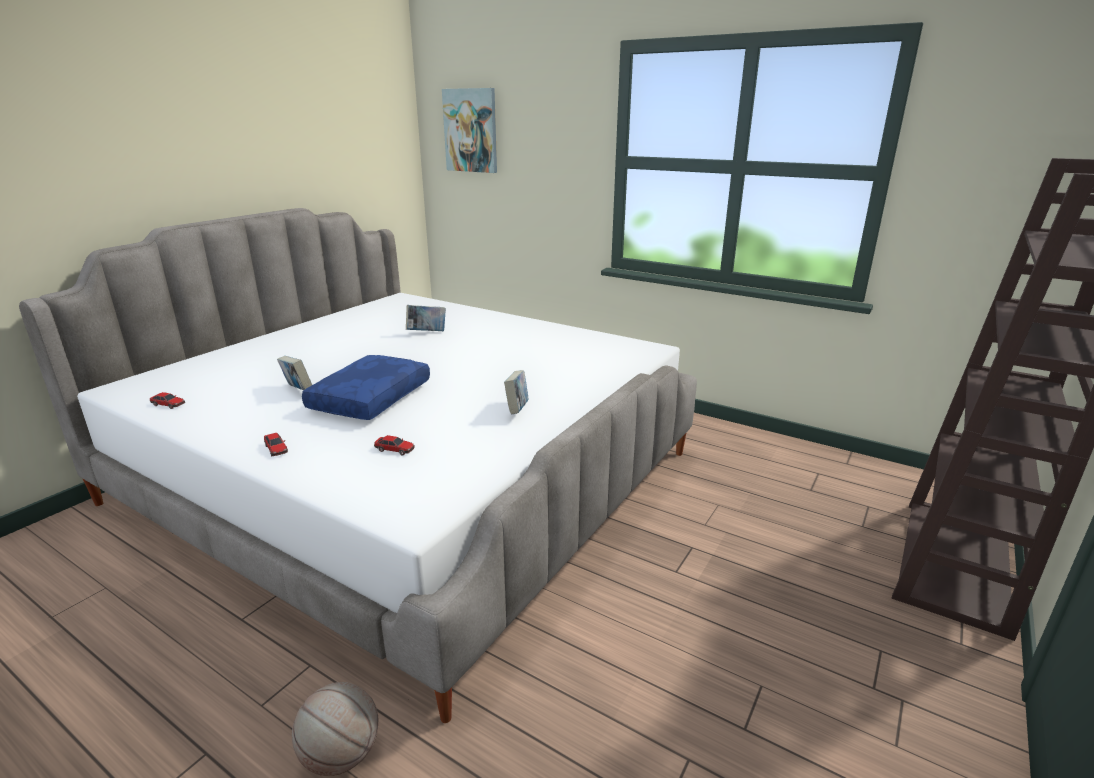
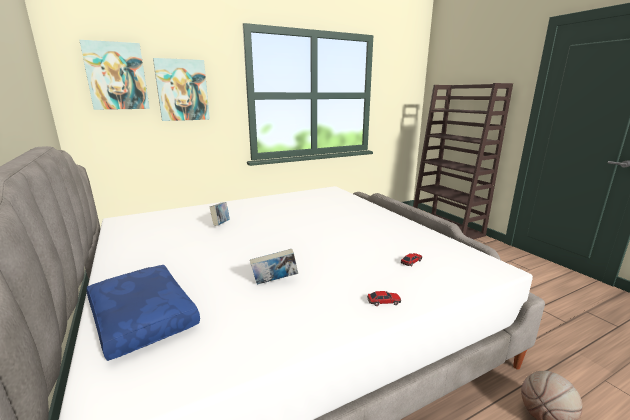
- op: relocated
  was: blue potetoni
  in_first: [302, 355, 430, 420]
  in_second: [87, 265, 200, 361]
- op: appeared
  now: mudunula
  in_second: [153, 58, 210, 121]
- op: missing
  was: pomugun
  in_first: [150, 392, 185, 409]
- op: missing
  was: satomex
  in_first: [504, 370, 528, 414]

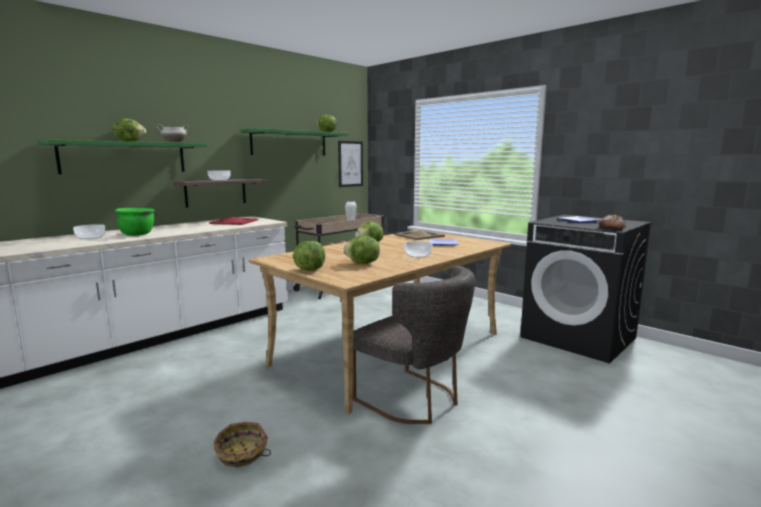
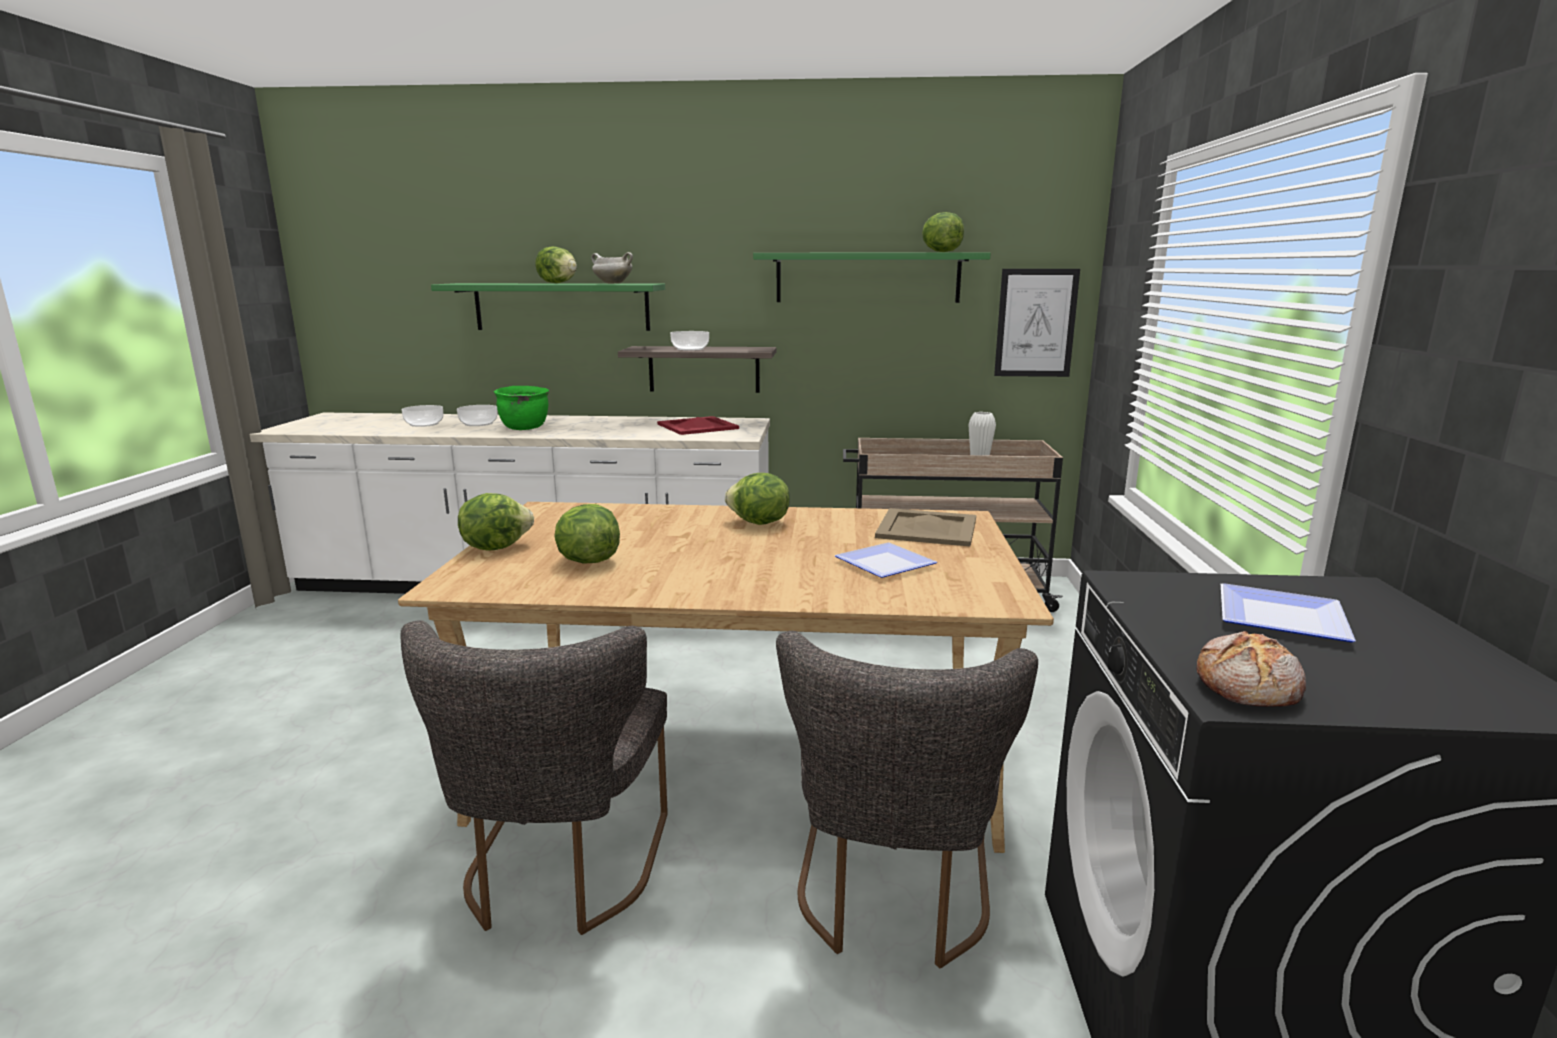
- op: relocated
  was: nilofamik
  in_first: [404, 241, 433, 258]
  in_second: [402, 405, 443, 427]
- op: appeared
  now: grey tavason
  in_second: [776, 631, 1038, 969]
- op: missing
  was: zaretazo
  in_first: [214, 422, 271, 467]

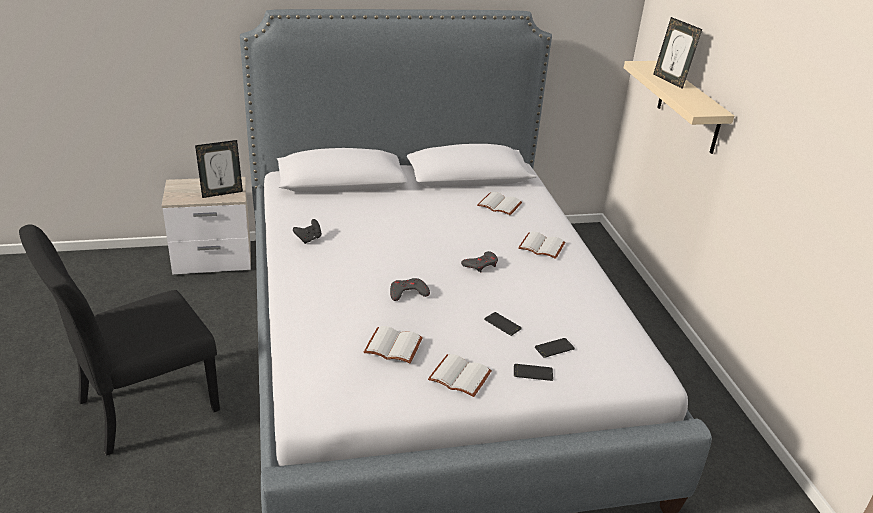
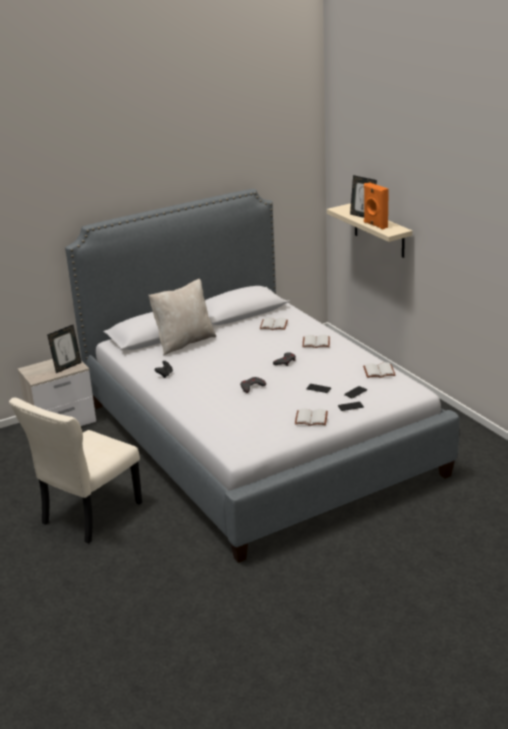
- op: colour
  was: black tavason
  now: beige tavason
  in_first: [19, 224, 220, 456]
  in_second: [9, 398, 142, 544]
- op: appeared
  now: beige potetoni
  in_second: [148, 279, 216, 355]
- op: relocated
  was: white satomex
  in_first: [364, 326, 423, 363]
  in_second: [363, 362, 396, 378]
- op: appeared
  now: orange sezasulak
  in_second: [364, 182, 389, 229]

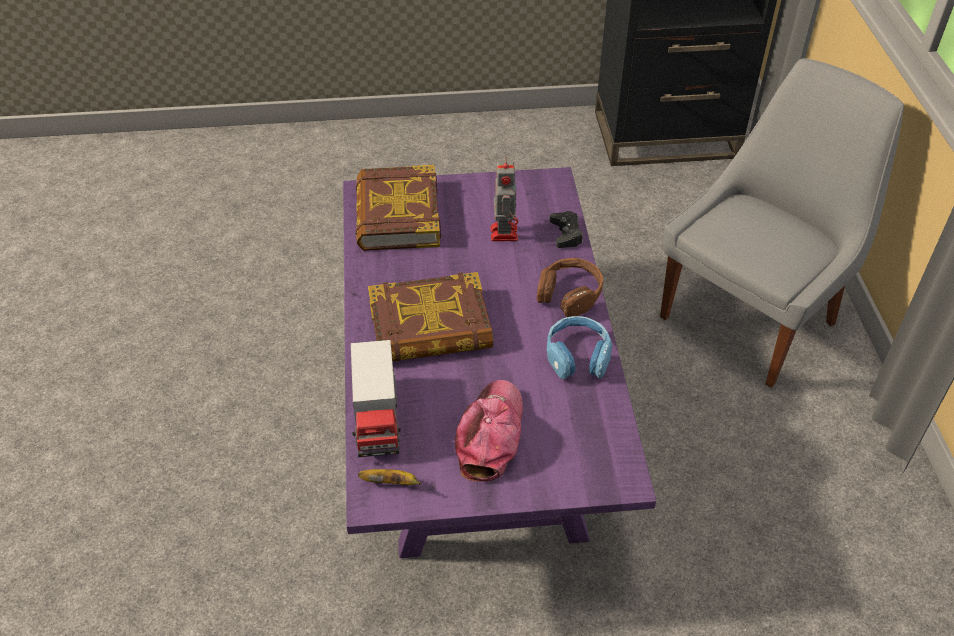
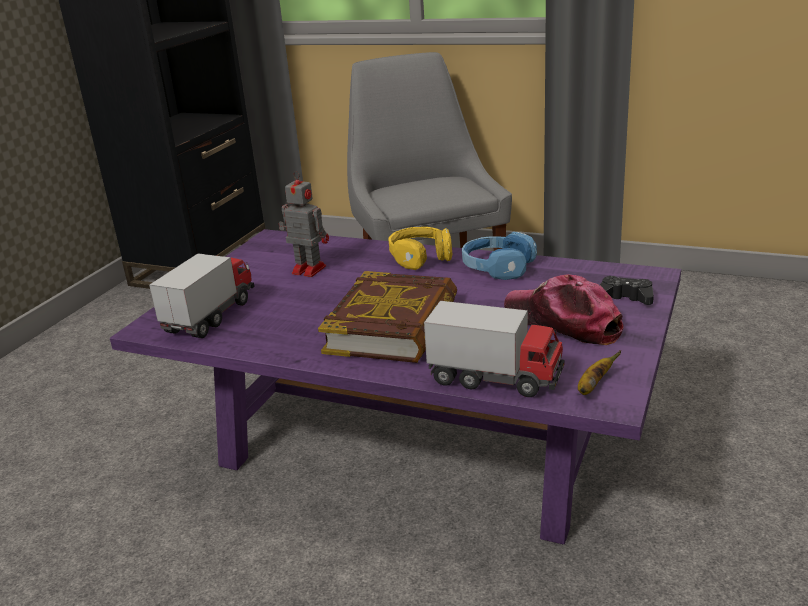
- op: exchanged
  was: satomex
  now: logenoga
  in_first: [356, 165, 441, 251]
  in_second: [149, 253, 255, 338]
- op: colour
  was: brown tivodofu
  now: yellow tivodofu
  in_first: [537, 258, 603, 317]
  in_second: [388, 227, 453, 270]
- op: relocated
  was: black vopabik
  in_first: [549, 211, 583, 248]
  in_second: [600, 276, 654, 305]

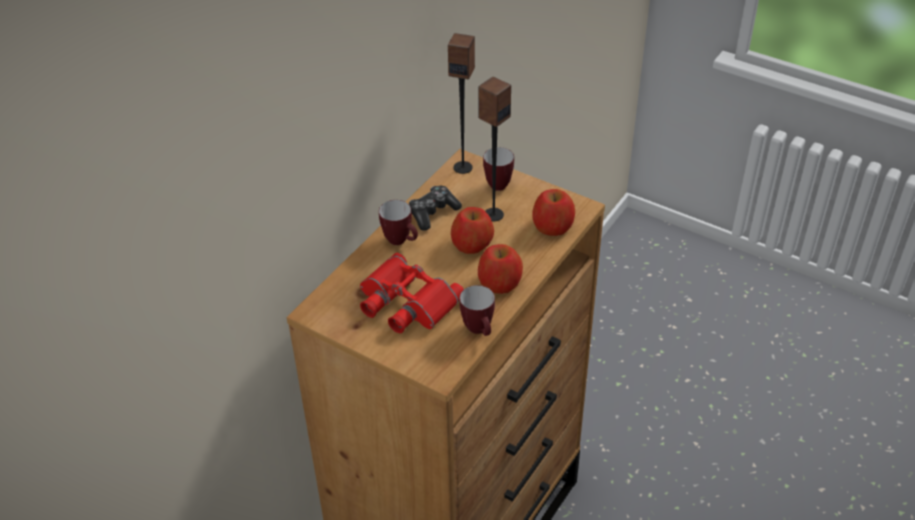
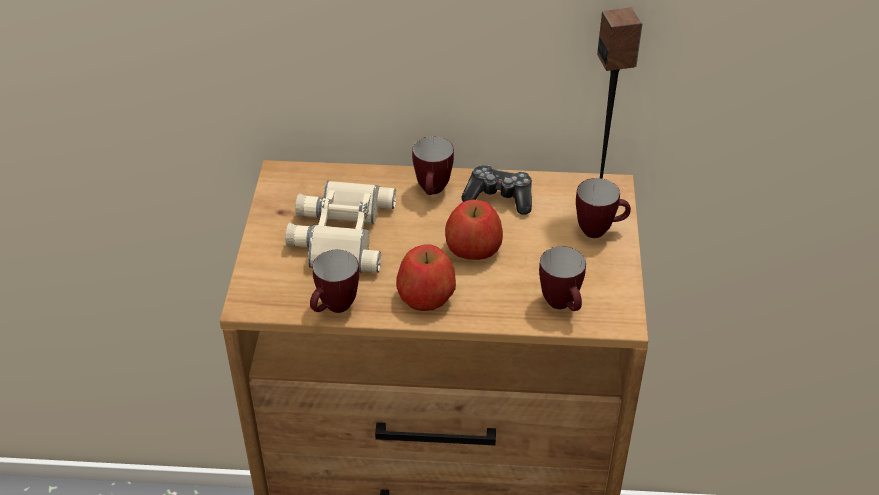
- op: colour
  was: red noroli
  now: beige noroli
  in_first: [360, 253, 464, 333]
  in_second: [285, 181, 396, 273]
- op: exchanged
  was: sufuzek
  now: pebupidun
  in_first: [532, 189, 575, 236]
  in_second: [539, 246, 586, 311]
- op: missing
  was: sezasulak
  in_first: [478, 76, 511, 222]

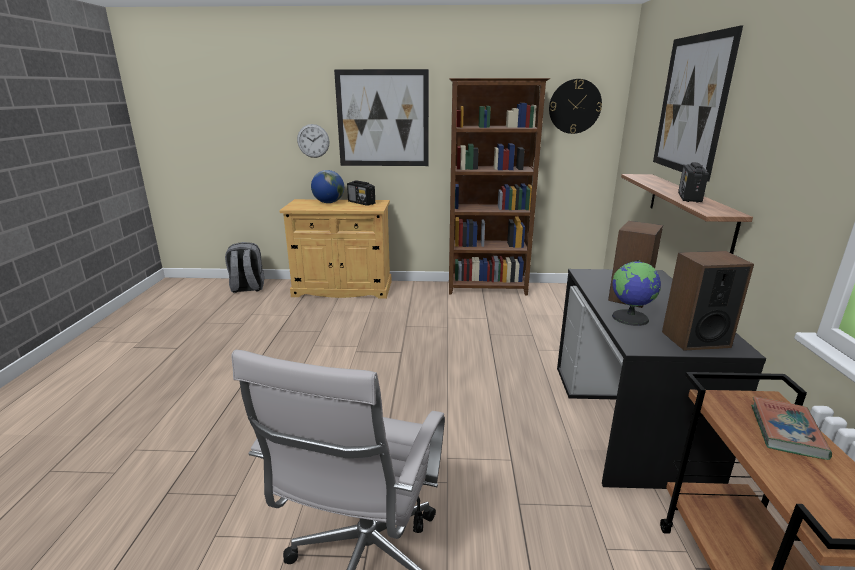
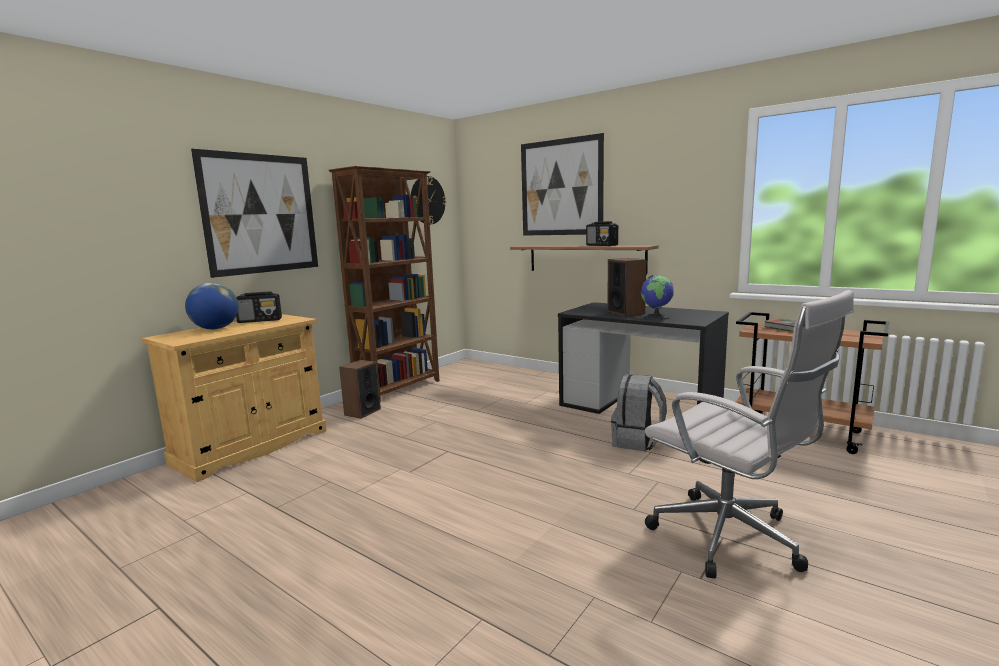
- op: relocated
  was: sezasulak
  in_first: [662, 251, 754, 351]
  in_second: [339, 360, 381, 419]
- op: relocated
  was: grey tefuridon
  in_first: [225, 242, 264, 293]
  in_second: [611, 374, 667, 451]
- op: missing
  was: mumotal
  in_first: [297, 124, 330, 158]

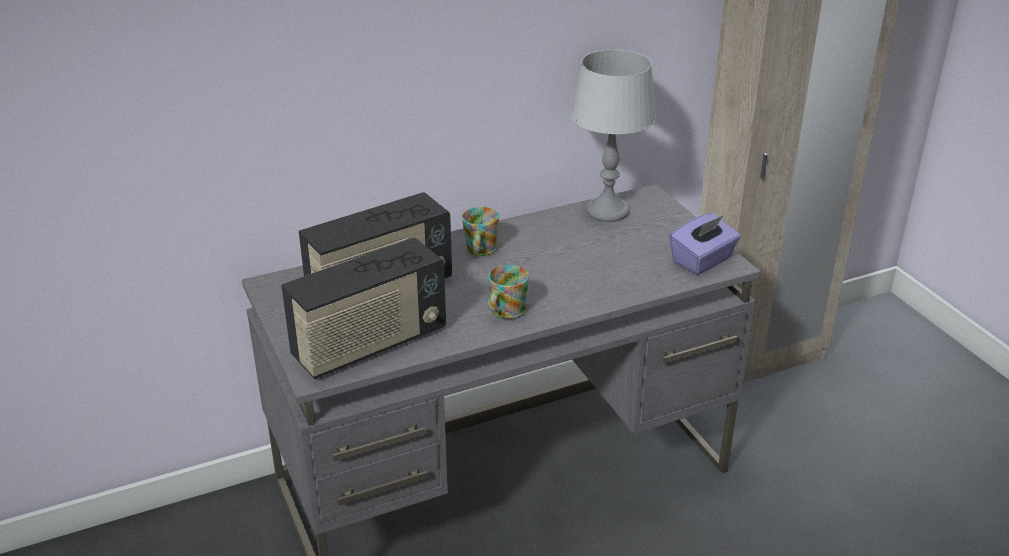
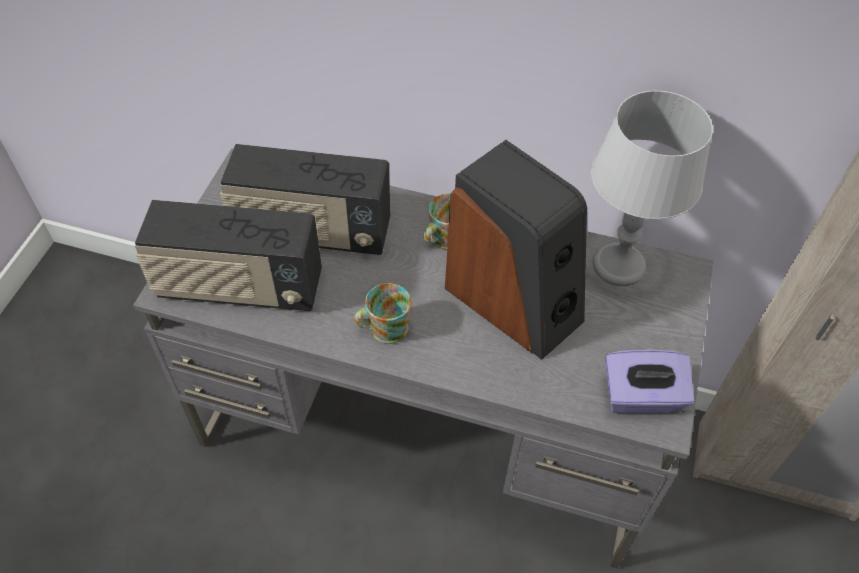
- op: appeared
  now: sezasulak
  in_second: [445, 140, 587, 360]

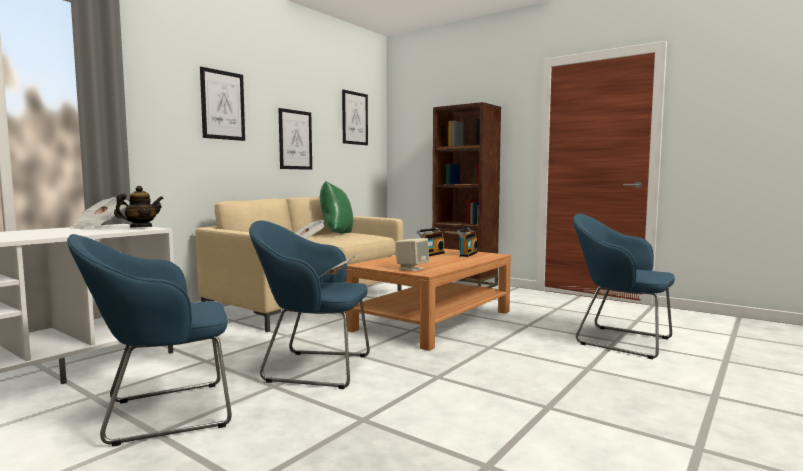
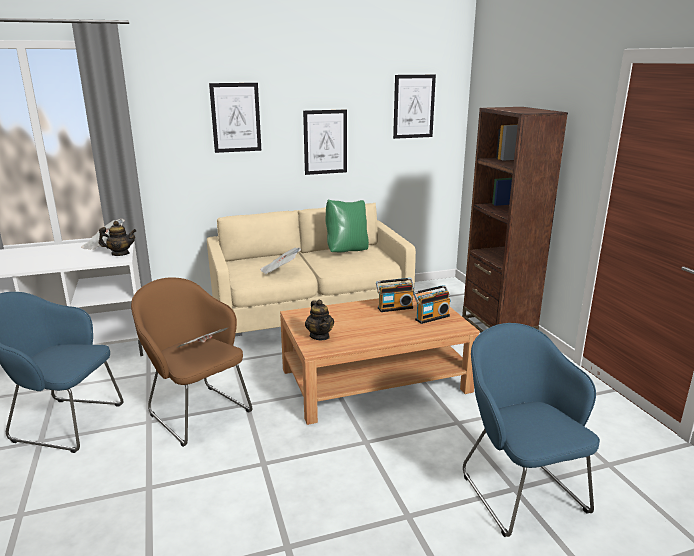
- op: colour
  was: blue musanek
  now: brown musanek
  in_first: [249, 221, 370, 389]
  in_second: [131, 277, 252, 447]
- op: exchanged
  was: beige sezasulak
  now: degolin
  in_first: [395, 238, 429, 271]
  in_second: [305, 300, 334, 340]

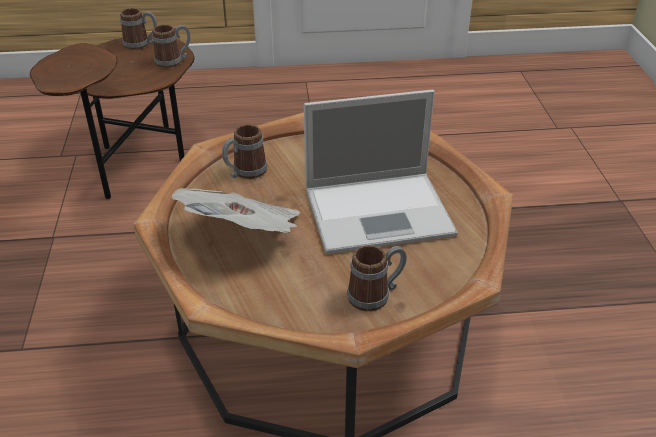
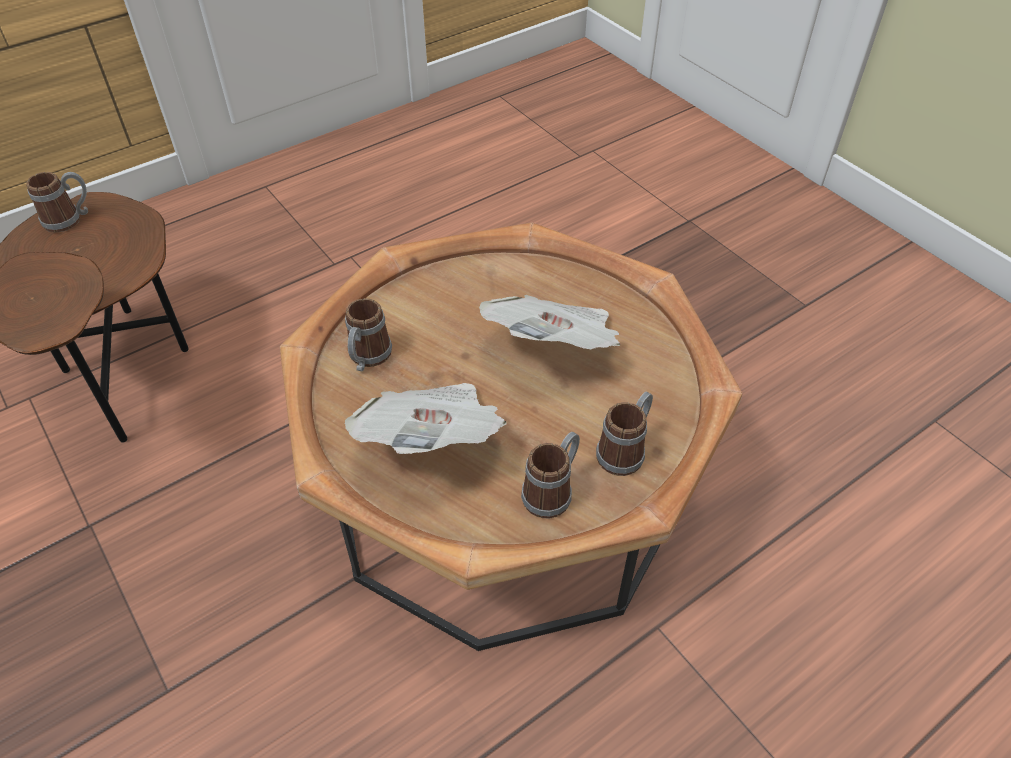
- op: exchanged
  was: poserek
  now: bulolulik
  in_first: [304, 90, 458, 254]
  in_second: [479, 295, 620, 349]
- op: relocated
  was: pebupidun
  in_first: [152, 25, 191, 68]
  in_second: [521, 432, 580, 519]

